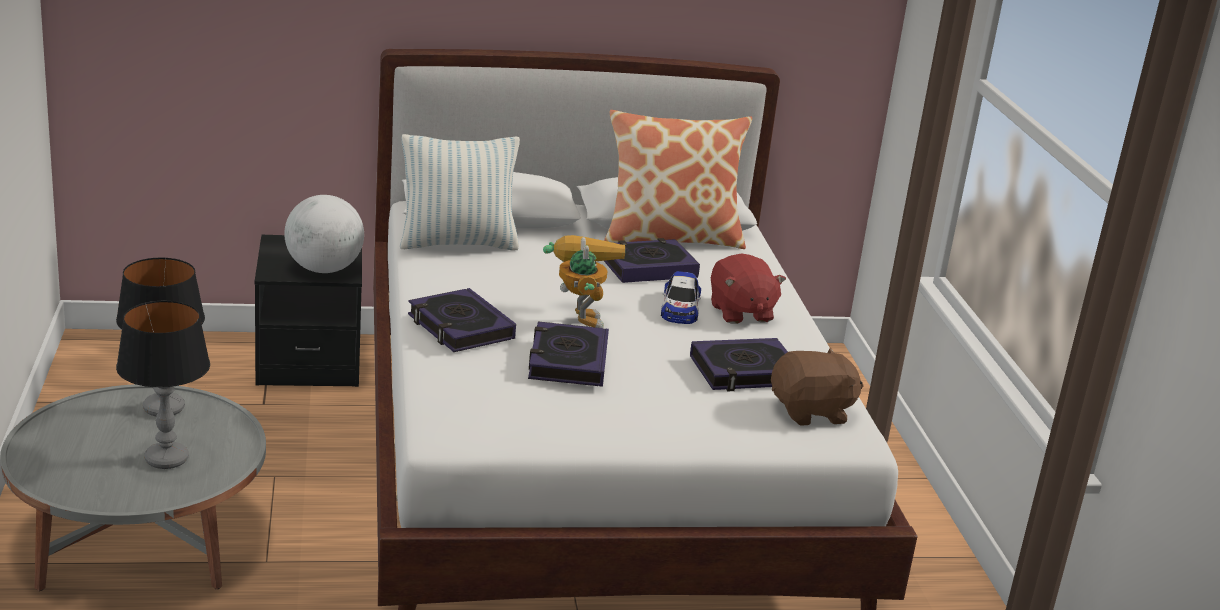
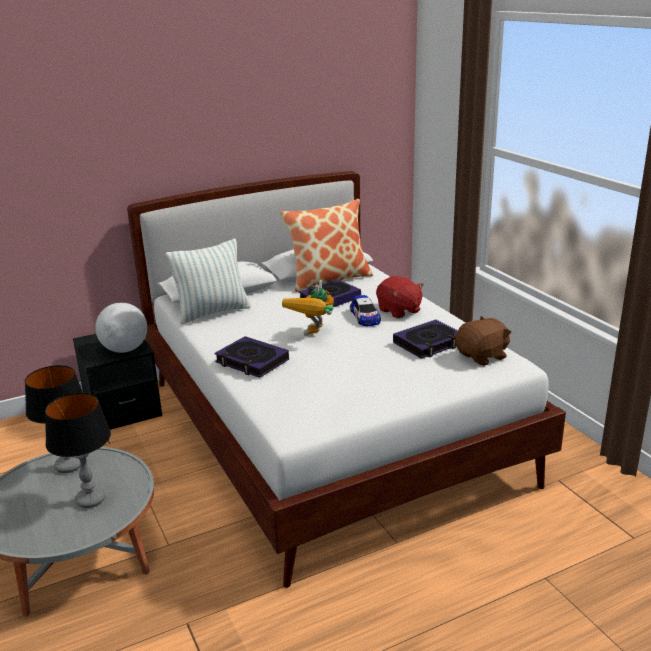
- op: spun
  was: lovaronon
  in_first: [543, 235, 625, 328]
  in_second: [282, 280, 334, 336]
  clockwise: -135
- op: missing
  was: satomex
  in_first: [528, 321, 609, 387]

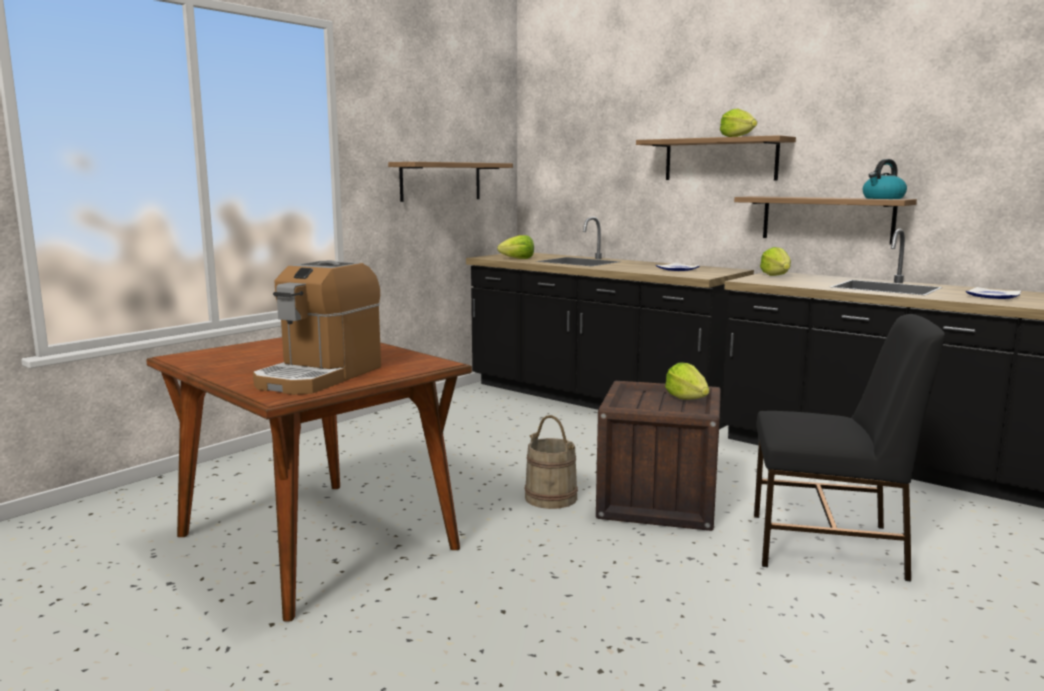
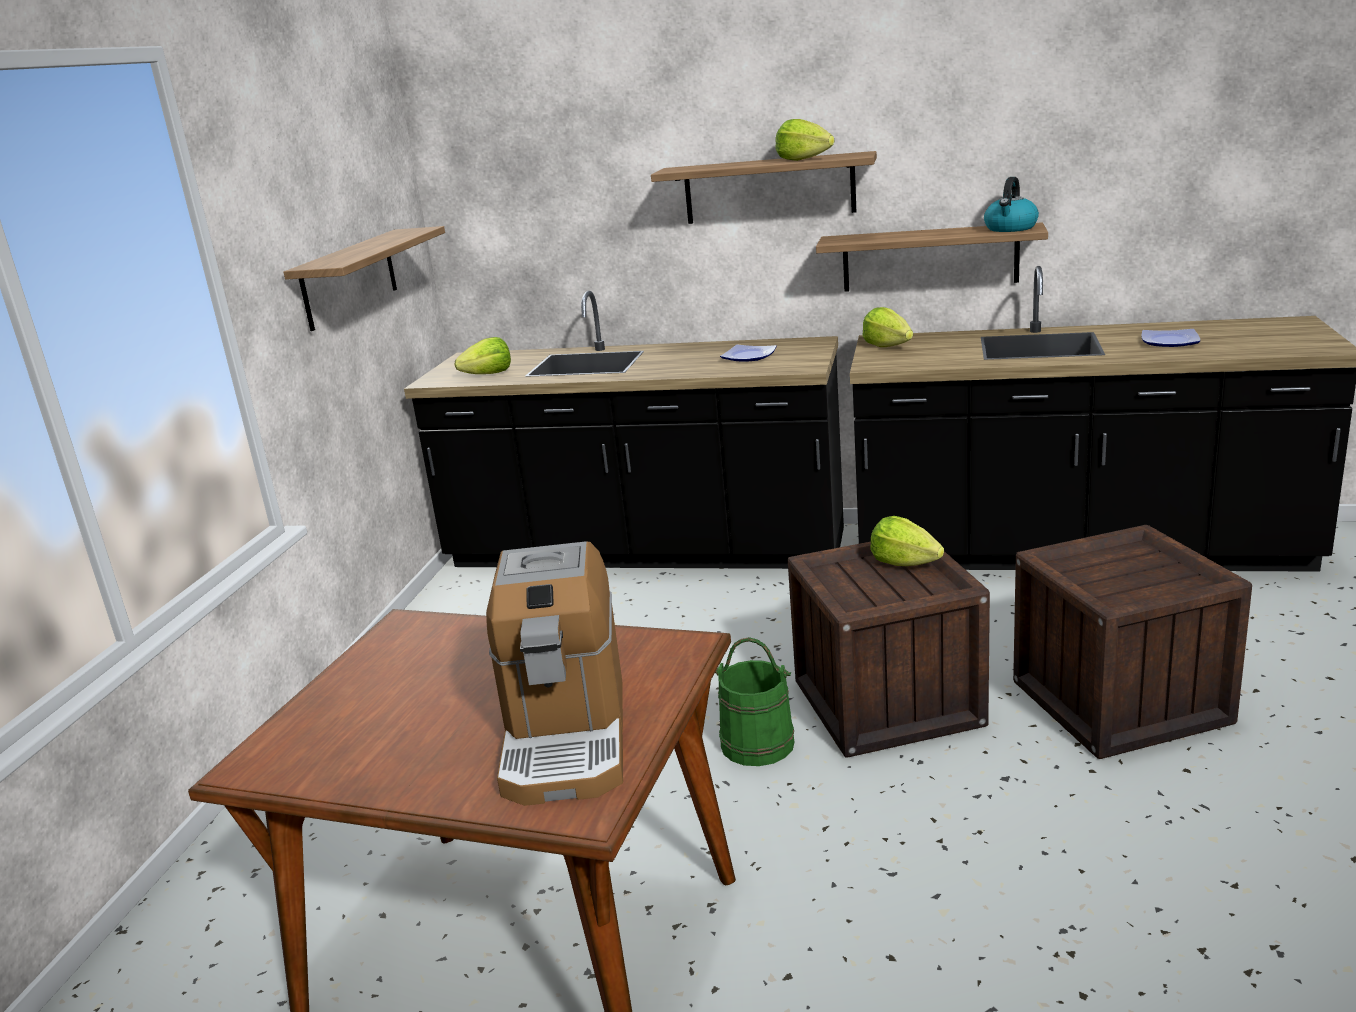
- op: colour
  was: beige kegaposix
  now: green kegaposix
  in_first: [525, 415, 578, 509]
  in_second: [715, 637, 794, 766]
- op: exchanged
  was: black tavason
  now: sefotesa
  in_first: [754, 314, 945, 581]
  in_second: [1013, 525, 1252, 759]

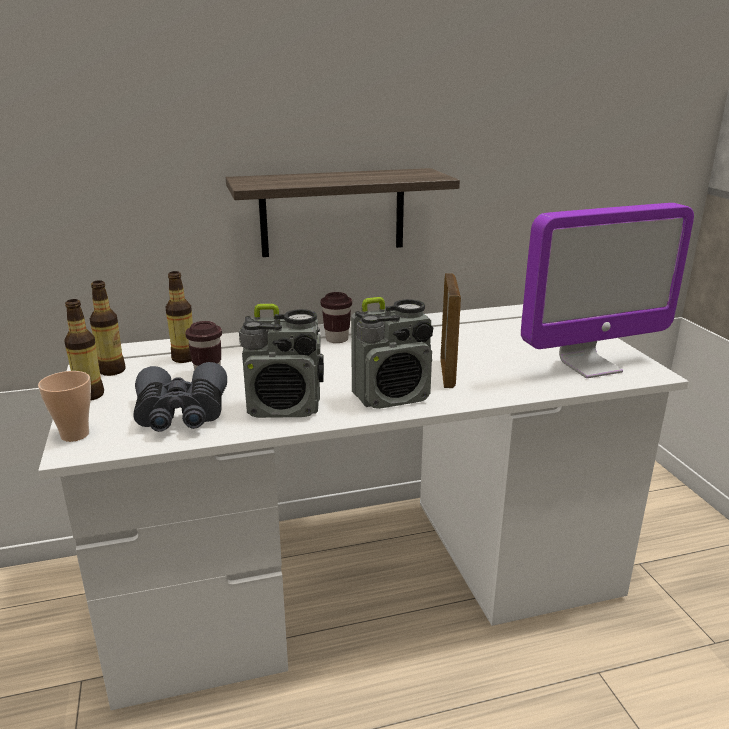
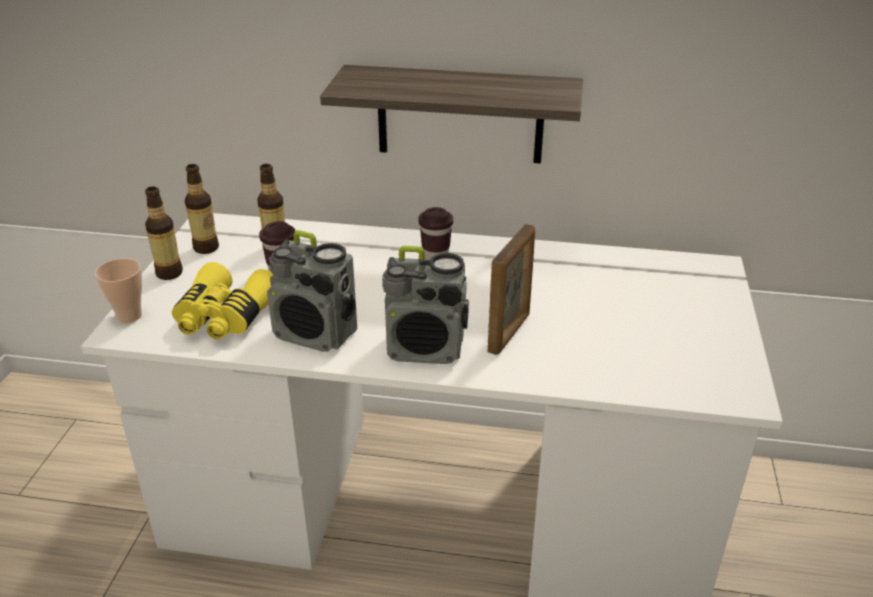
- op: colour
  was: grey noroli
  now: yellow noroli
  in_first: [134, 362, 227, 432]
  in_second: [172, 262, 273, 340]
- op: missing
  was: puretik
  in_first: [521, 203, 694, 378]

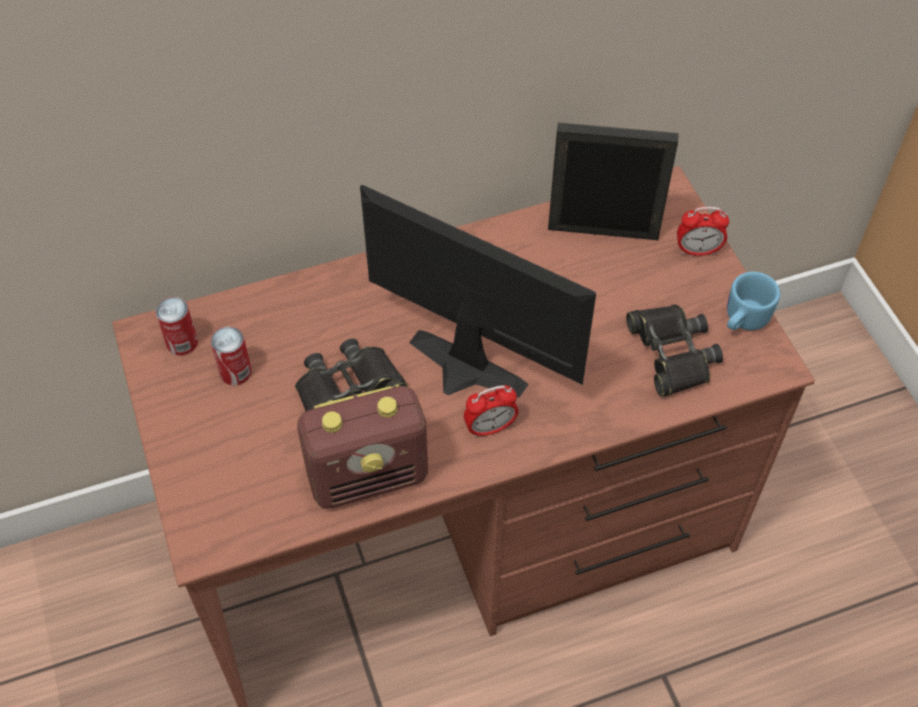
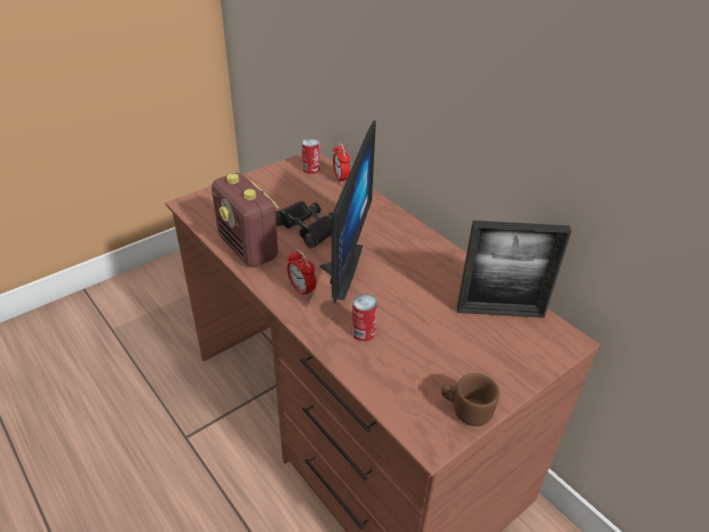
- op: relocated
  was: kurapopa
  in_first: [677, 207, 729, 256]
  in_second: [333, 142, 350, 184]
- op: relocated
  was: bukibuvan
  in_first: [211, 326, 252, 385]
  in_second: [352, 294, 378, 342]
- op: colour
  was: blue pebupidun
  now: brown pebupidun
  in_first: [727, 272, 780, 330]
  in_second: [441, 373, 500, 426]
- op: spun
  was: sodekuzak
  in_first: [548, 123, 679, 240]
  in_second: [457, 220, 571, 318]
  clockwise: 105
- op: missing
  was: black noroli
  in_first: [626, 305, 723, 397]

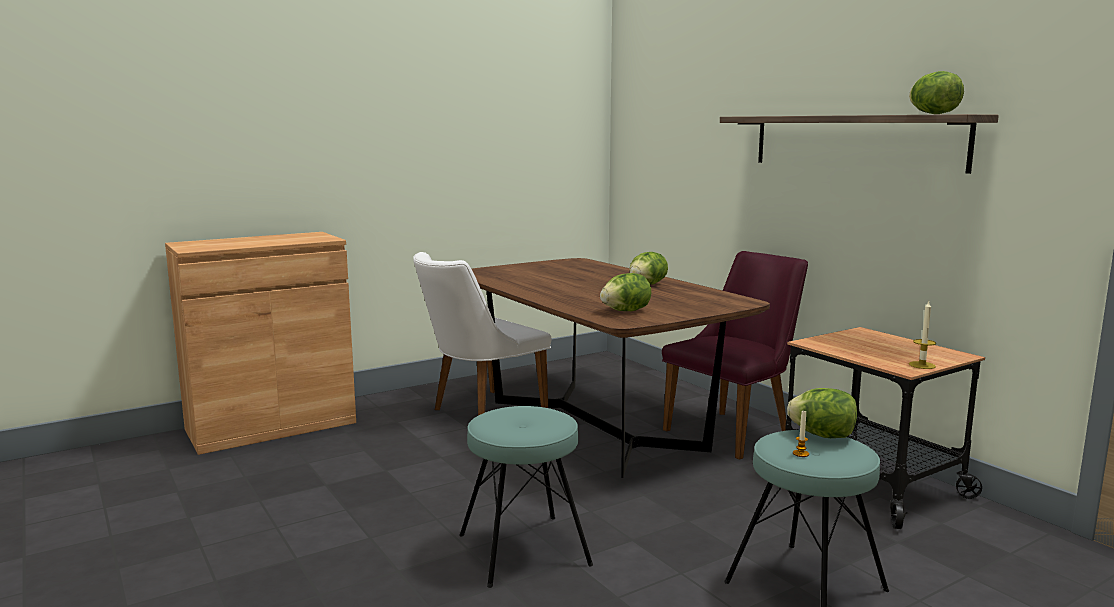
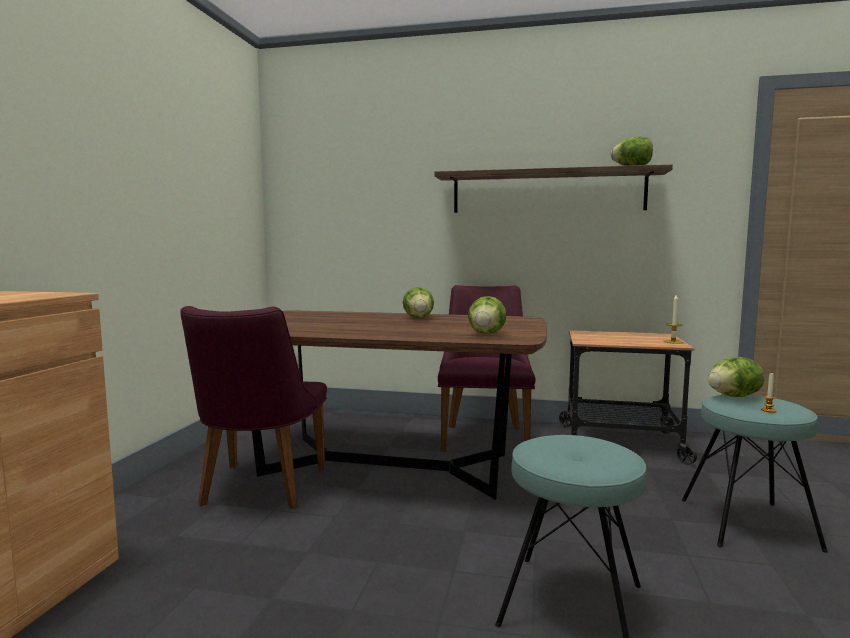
- op: colour
  was: white tavason
  now: purple tavason
  in_first: [413, 252, 551, 415]
  in_second: [180, 306, 327, 509]

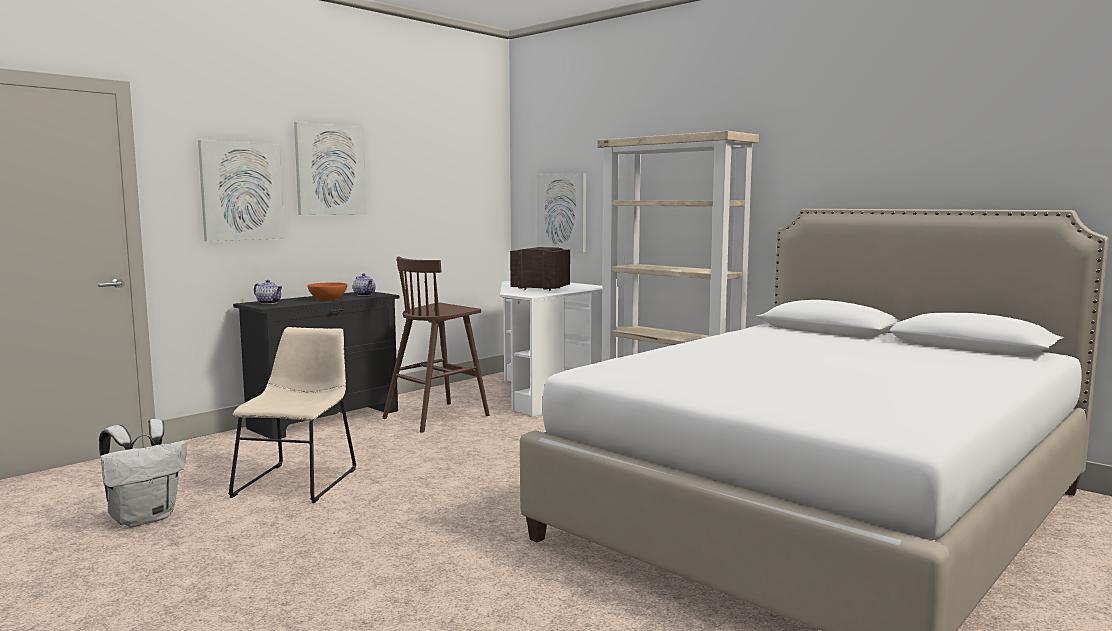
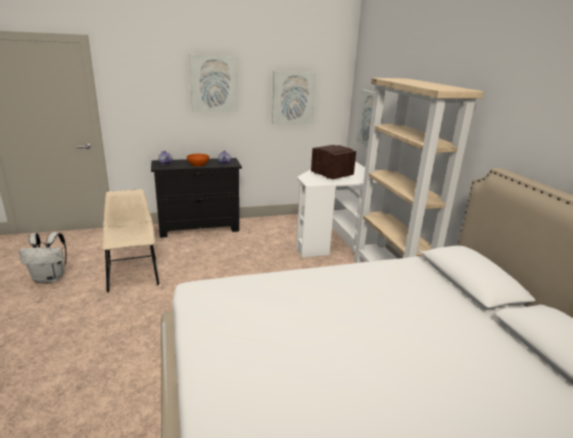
- op: spun
  was: beige tavason
  in_first: [228, 327, 356, 503]
  in_second: [102, 189, 159, 293]
  clockwise: -60
- op: relocated
  was: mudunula
  in_first: [198, 140, 285, 241]
  in_second: [272, 71, 316, 124]
- op: missing
  was: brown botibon
  in_first: [382, 257, 490, 433]

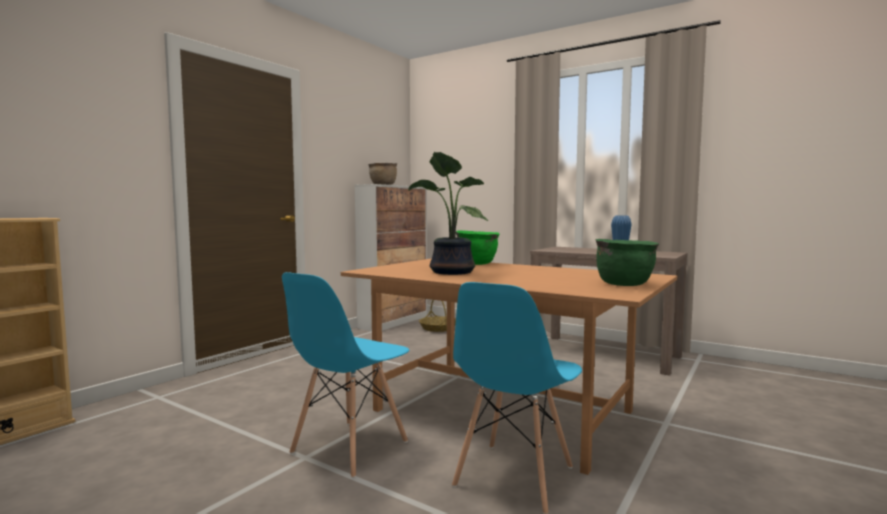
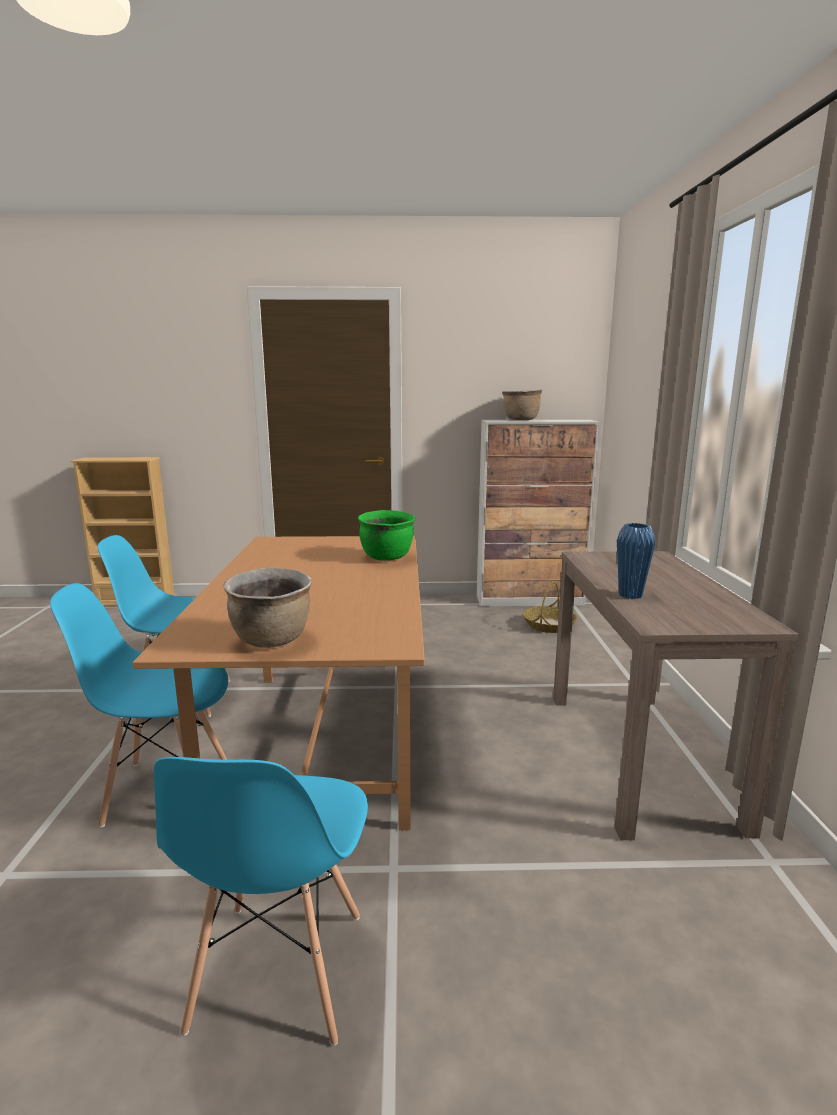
- op: appeared
  now: blue tavason
  in_second: [154, 757, 368, 1046]
- op: colour
  was: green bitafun
  now: brown bitafun
  in_first: [596, 239, 659, 286]
  in_second: [223, 568, 312, 648]
- op: missing
  was: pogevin
  in_first: [408, 152, 488, 275]

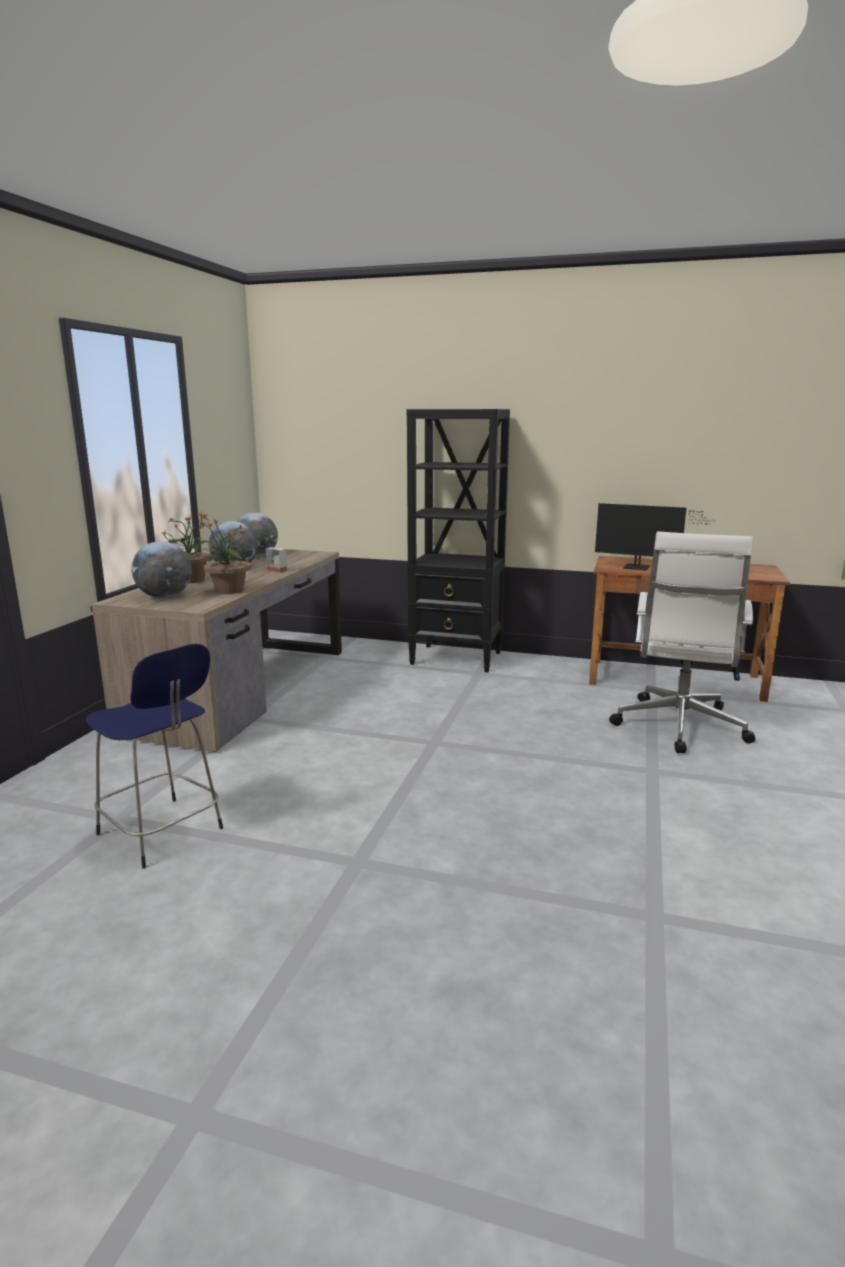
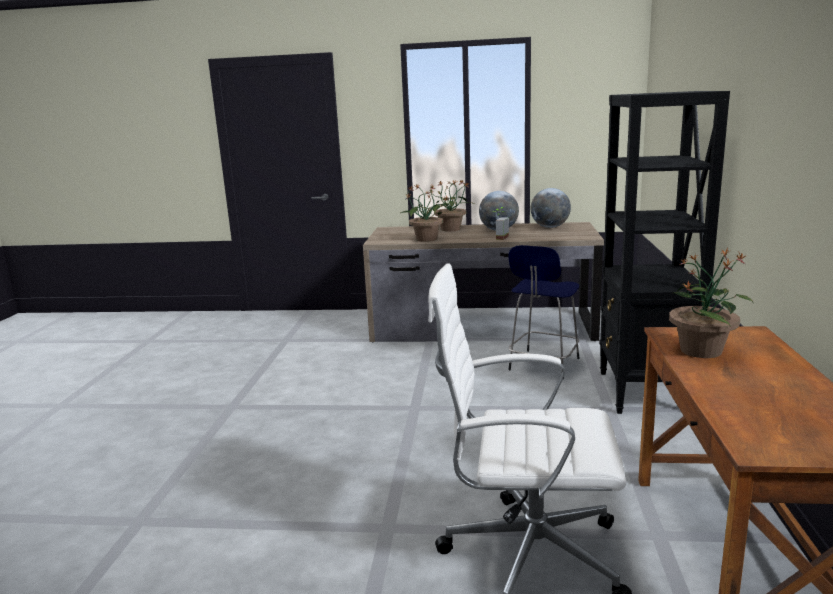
- op: relocated
  was: blue botibon
  in_first: [86, 644, 223, 868]
  in_second: [508, 245, 579, 379]
- op: exchanged
  was: puretik
  now: pogevin
  in_first: [595, 503, 715, 571]
  in_second: [669, 248, 753, 358]
- op: missing
  was: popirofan
  in_first: [131, 541, 192, 598]

